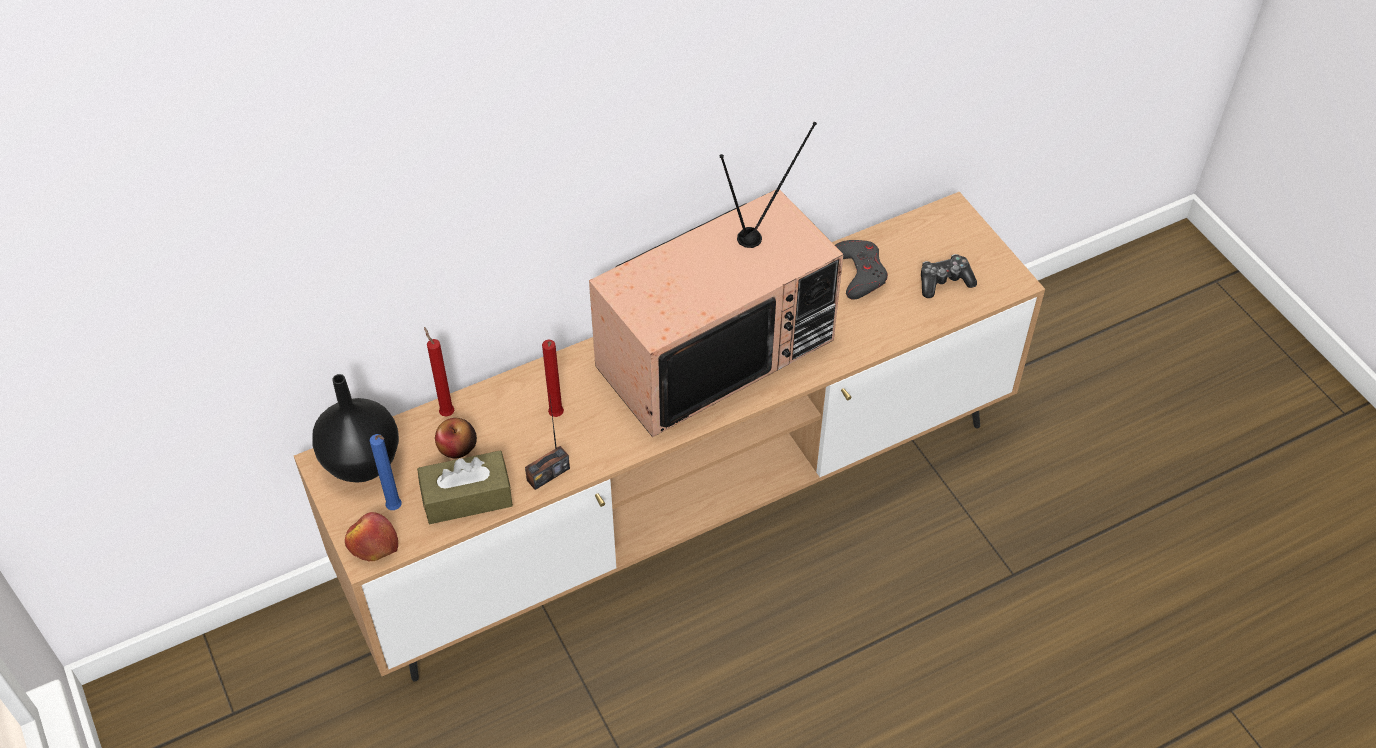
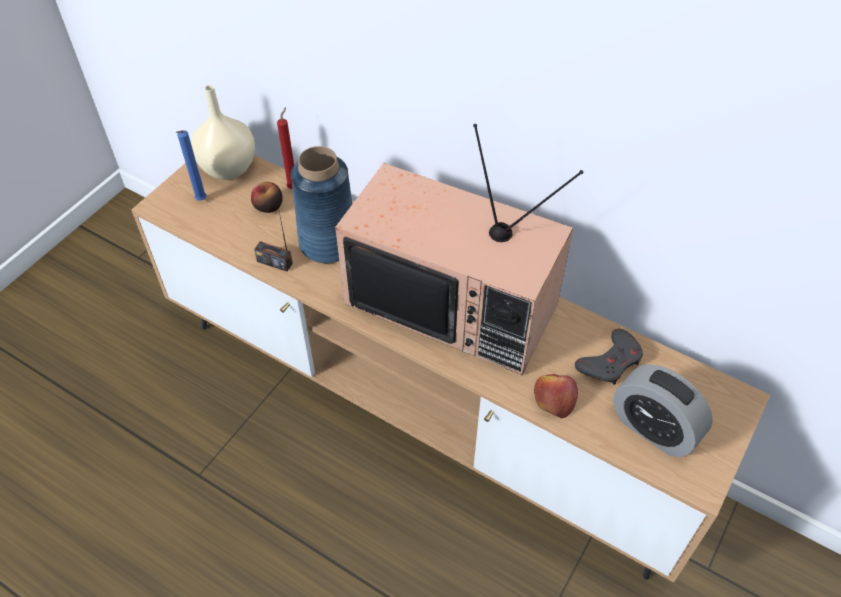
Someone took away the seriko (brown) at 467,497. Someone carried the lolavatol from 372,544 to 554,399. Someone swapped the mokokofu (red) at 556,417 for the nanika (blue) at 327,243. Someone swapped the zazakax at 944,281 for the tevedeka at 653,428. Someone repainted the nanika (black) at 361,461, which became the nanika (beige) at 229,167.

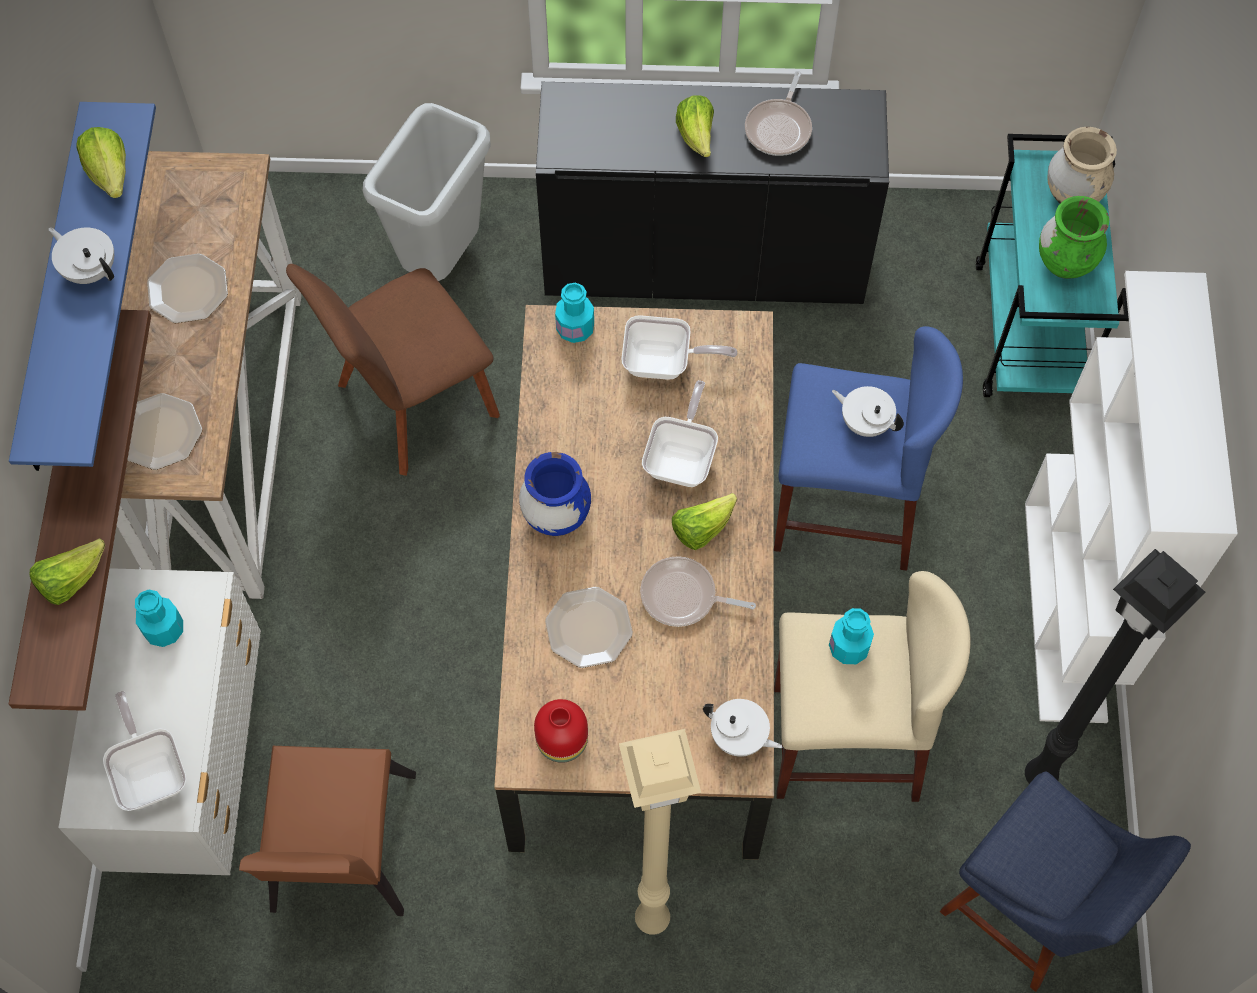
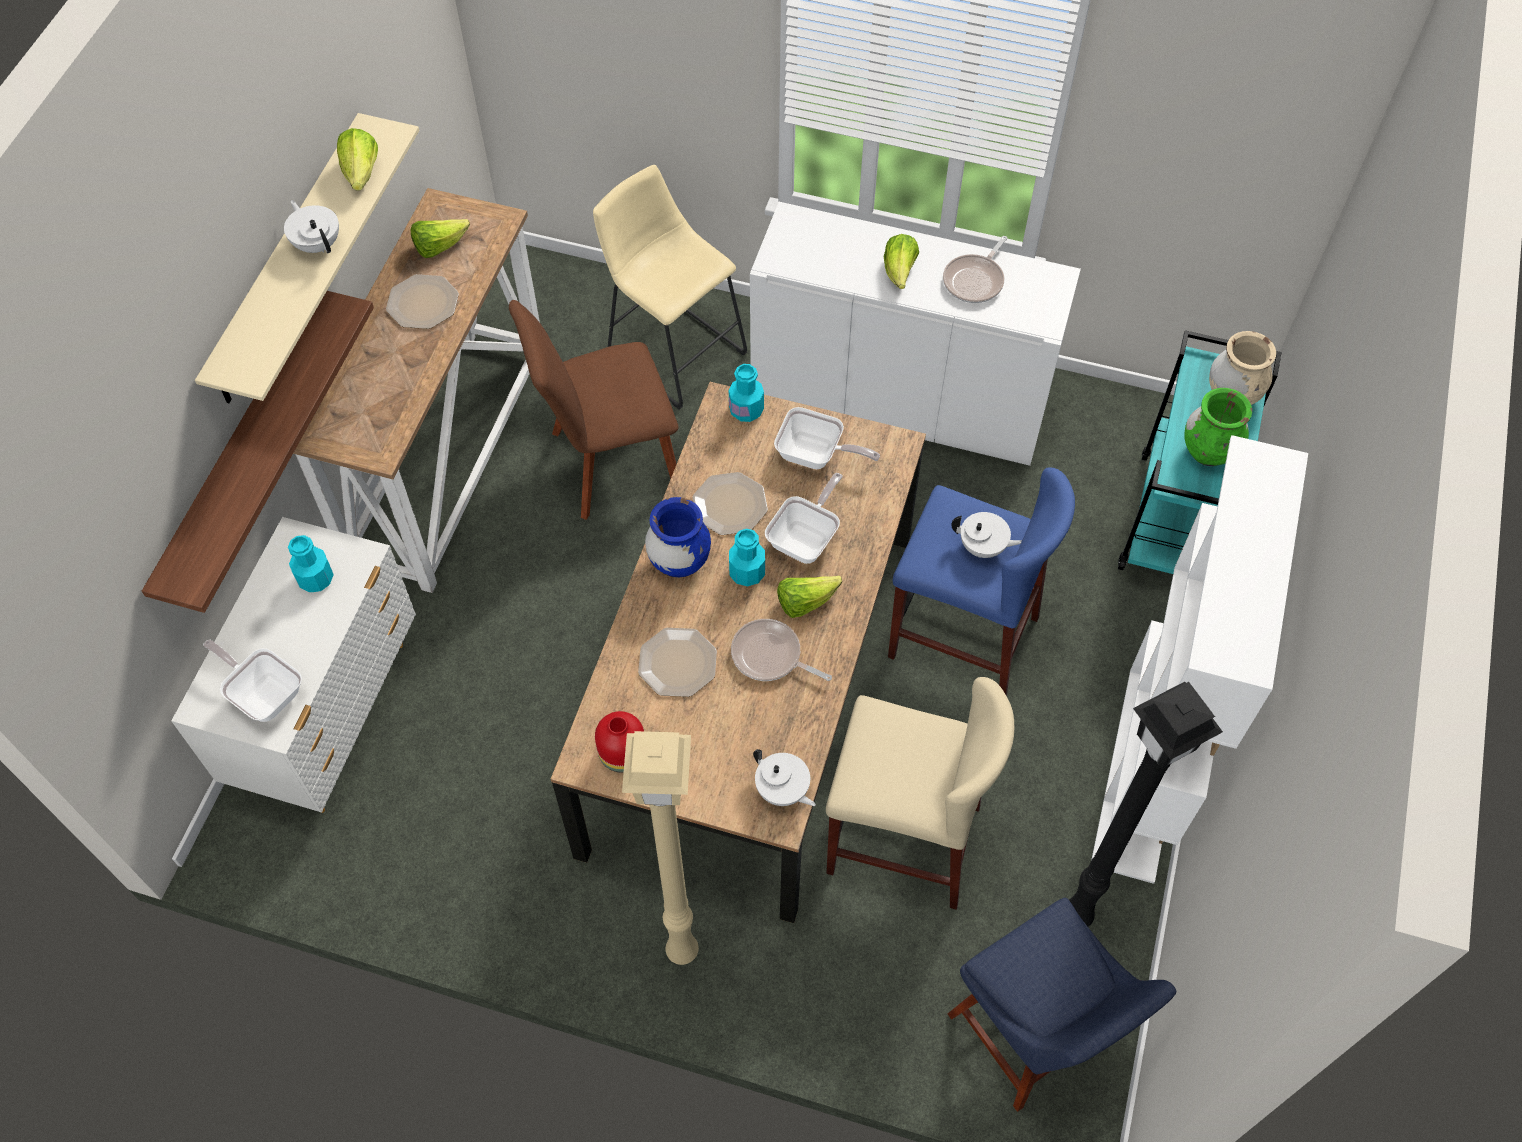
Someone took away the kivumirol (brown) at 339,854. Someone carried the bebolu from 71,580 to 439,246. Someone carried the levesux from 160,432 to 730,504. Someone carried the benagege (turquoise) from 848,647 to 747,572. Someone swapped the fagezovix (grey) at 441,258 for the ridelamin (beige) at 672,349. Someone repainted the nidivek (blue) at 56,293, which became the nidivek (beige) at 289,261. Someone repainted the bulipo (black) at 704,259, which became the bulipo (white) at 899,398. Someone rotated the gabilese at 151,771 by 45 degrees counterclockwise. Someone rotated the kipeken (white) at 865,422 by 150 degrees clockwise.

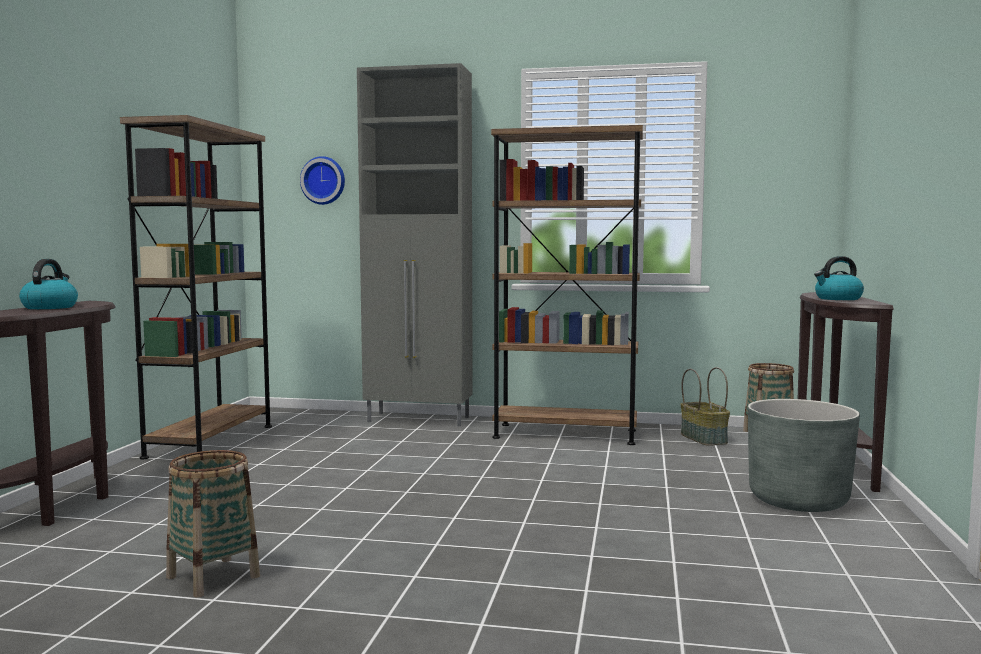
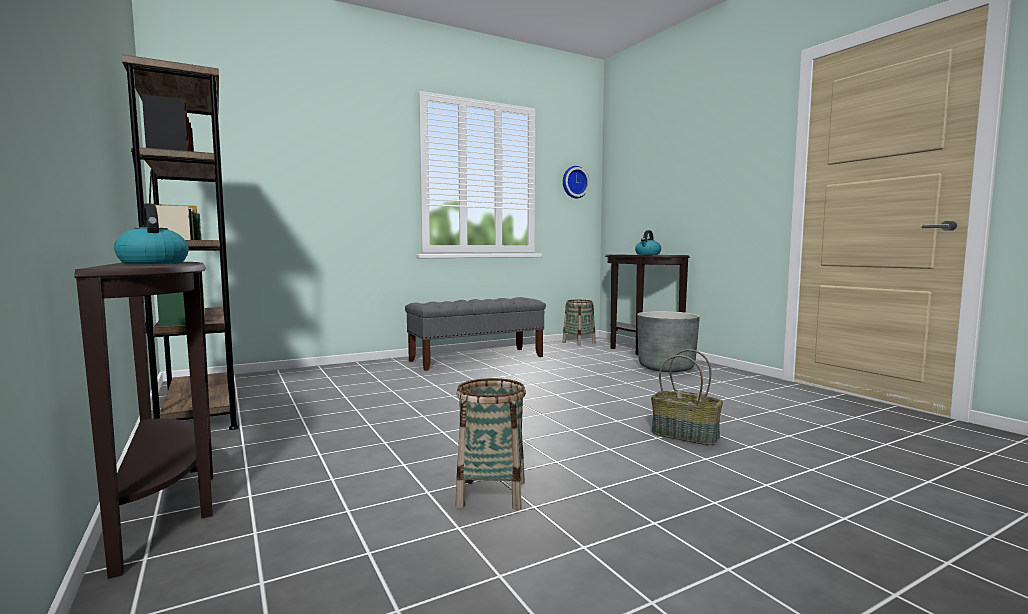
Someone took away the bulipo (grey) at 420,419. Someone carried the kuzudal from 324,180 to 574,182. Someone carried the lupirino from 704,438 to 686,435. Someone swapped the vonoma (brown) at 565,434 for the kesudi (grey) at 477,358.

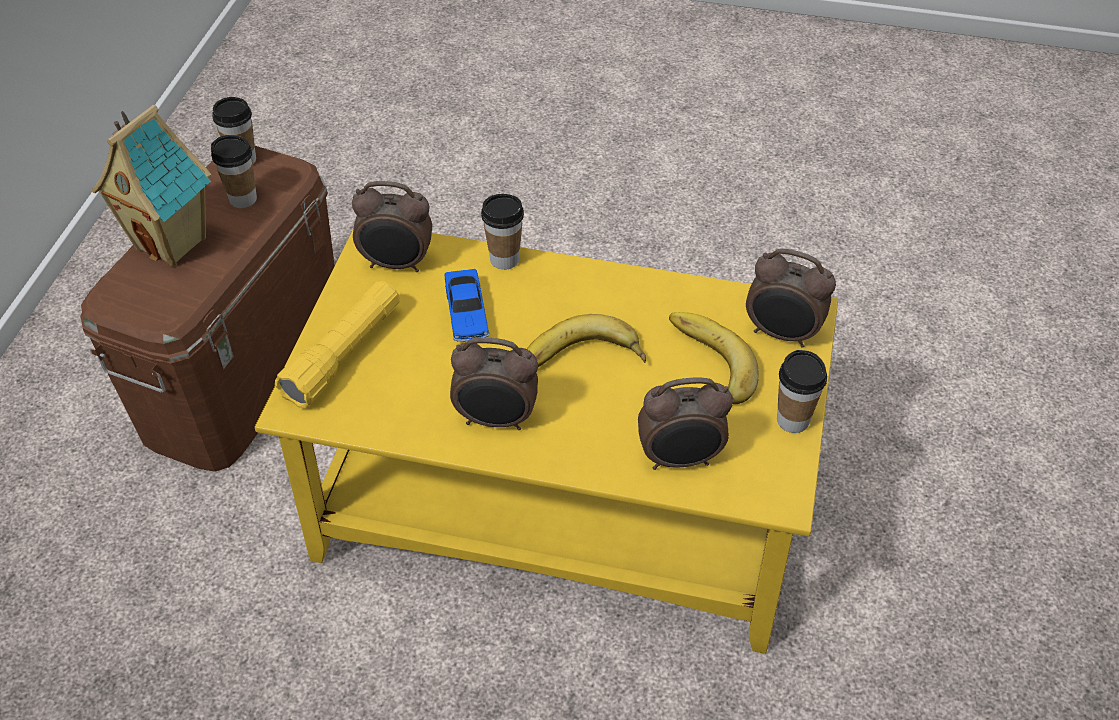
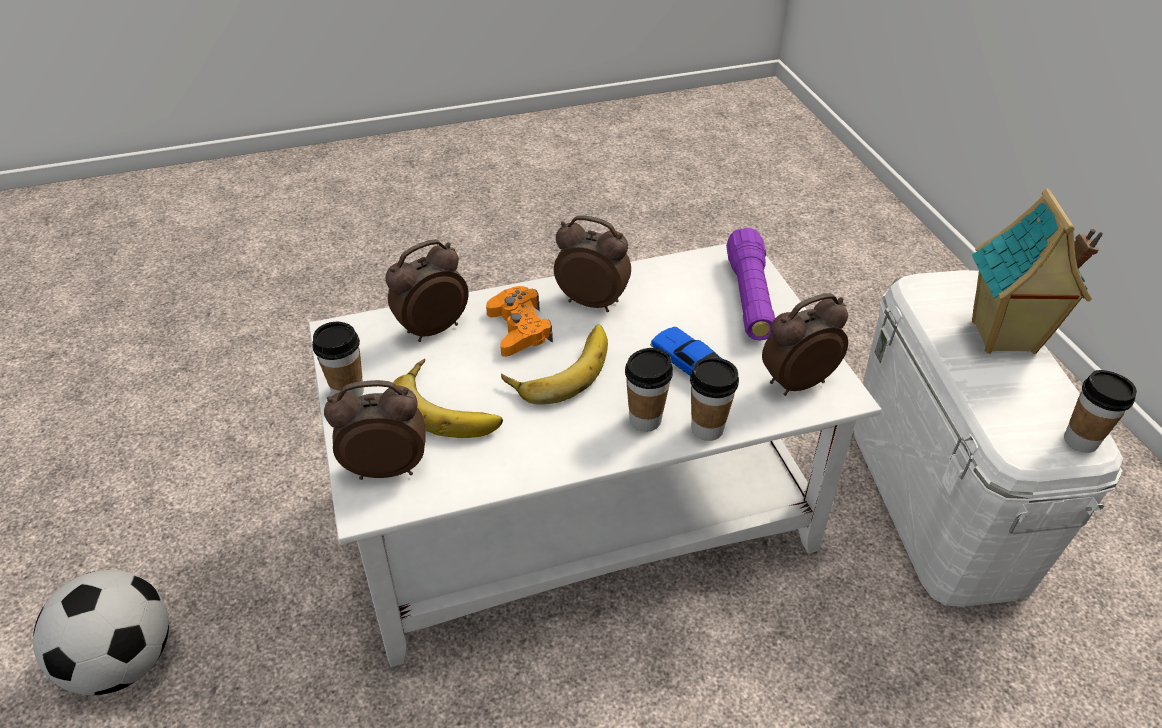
Someone put down the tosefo at 123,661. Someone put down the zazakax (orange) at 519,329. Someone carried the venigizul from 243,199 to 645,420. Someone repainted the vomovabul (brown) at 244,372, which became the vomovabul (white) at 937,499. Someone repainted the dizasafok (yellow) at 564,505, which became the dizasafok (white) at 577,516. Someone repainted the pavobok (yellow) at 344,355, which became the pavobok (purple) at 749,298. Someone rotated the tevedeka at 496,420 by 45 degrees clockwise.

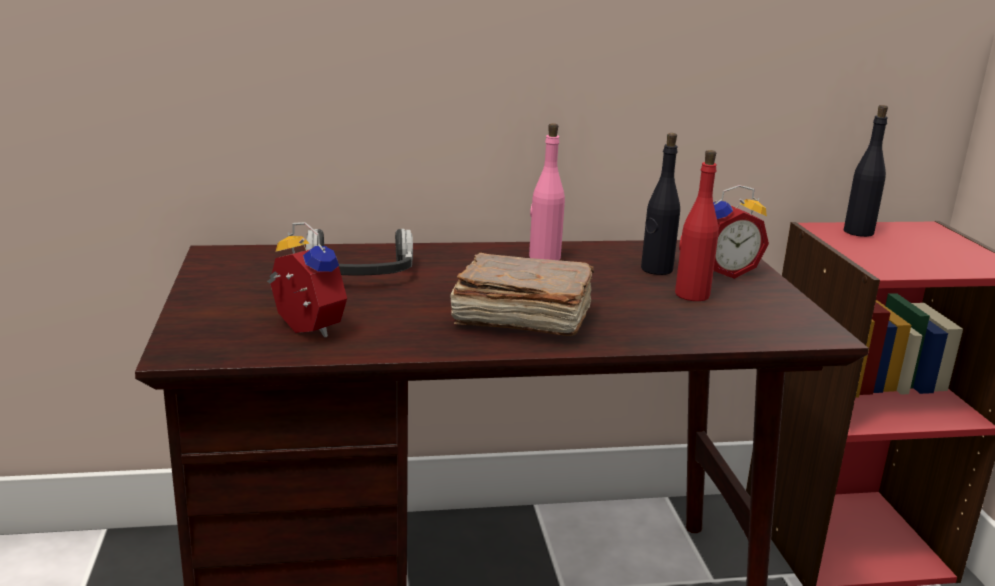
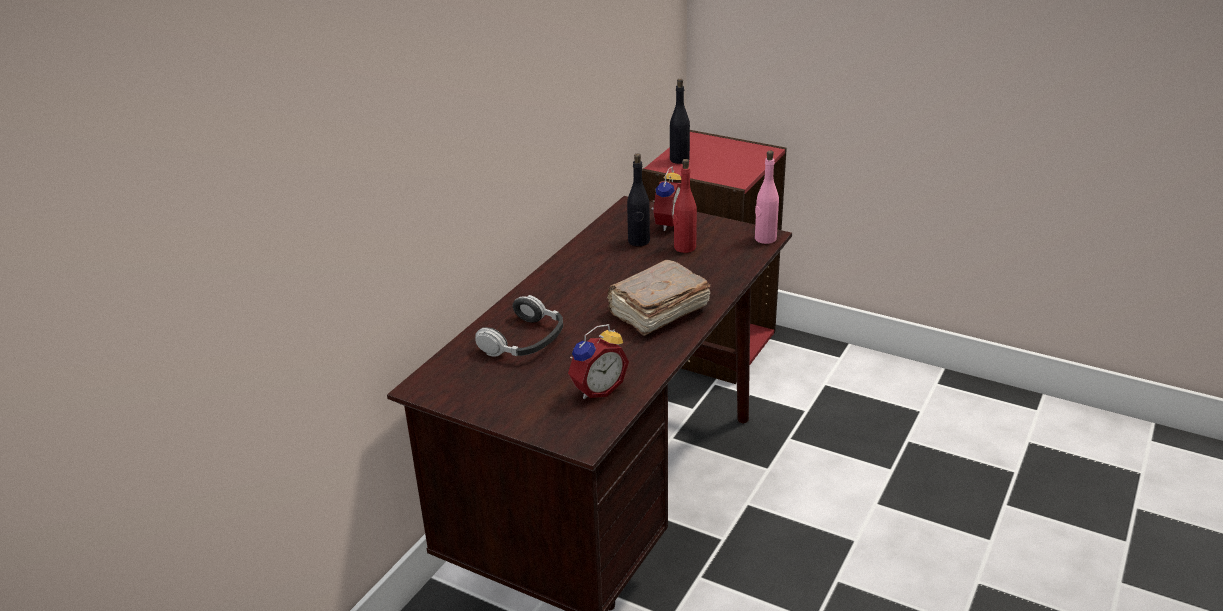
Someone carried the benagege (pink) from 544,258 to 765,239. Someone rotated the tevedeka at 304,330 by 150 degrees clockwise.

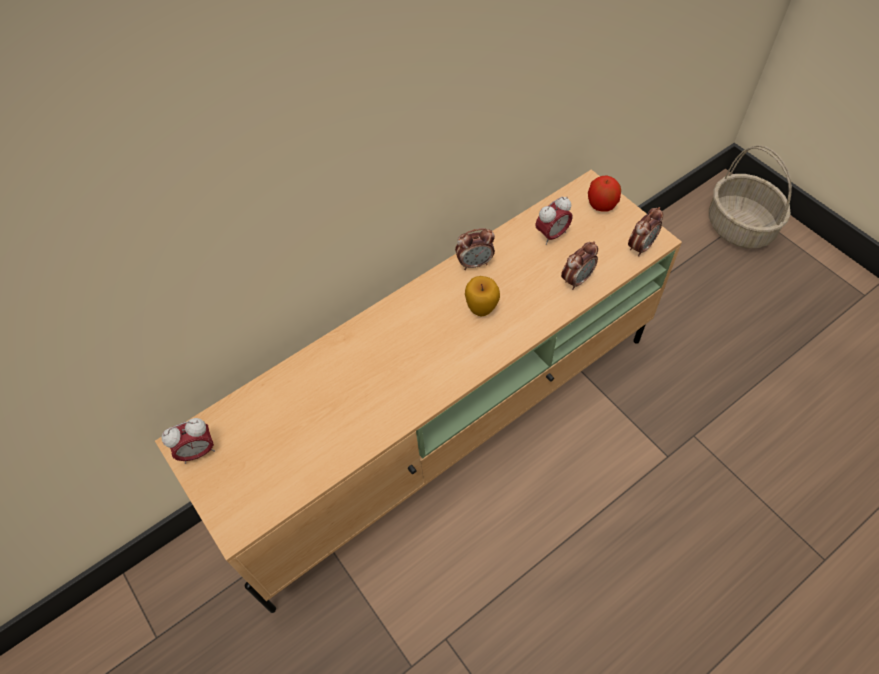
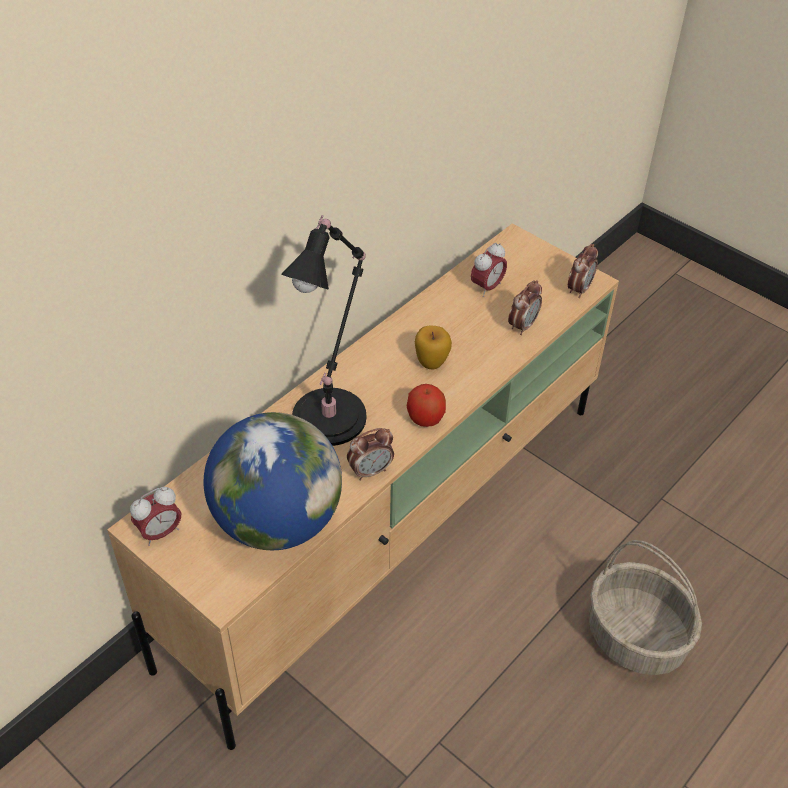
Someone put down the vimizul at 277,521. Someone put down the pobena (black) at 332,413. Someone carried the tevedeka from 475,263 to 370,471. Someone carried the lolavatol from 601,205 to 425,418. Someone carried the lupirino from 740,227 to 637,637.

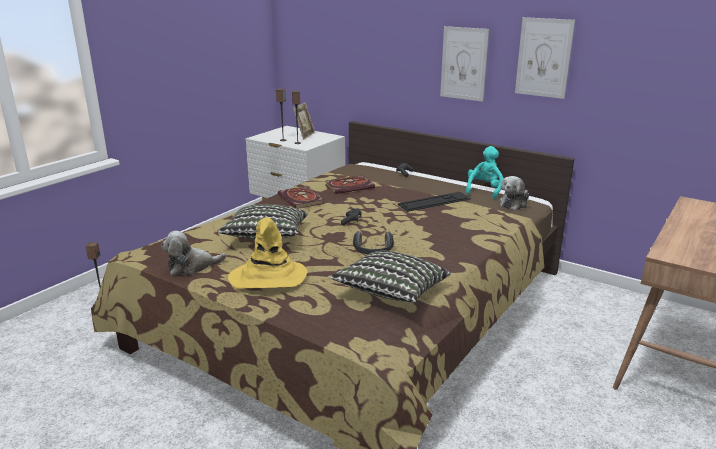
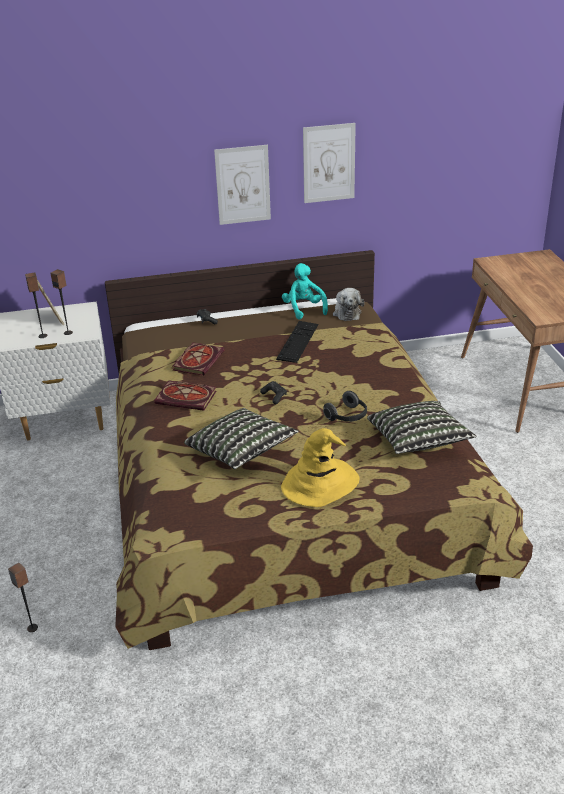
Someone took away the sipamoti at 191,267.

